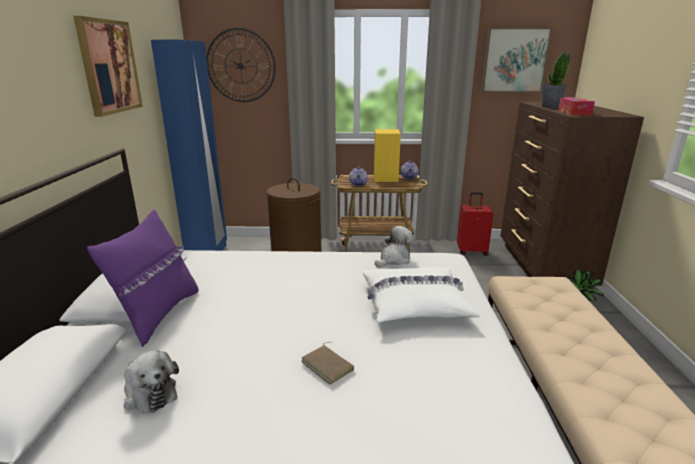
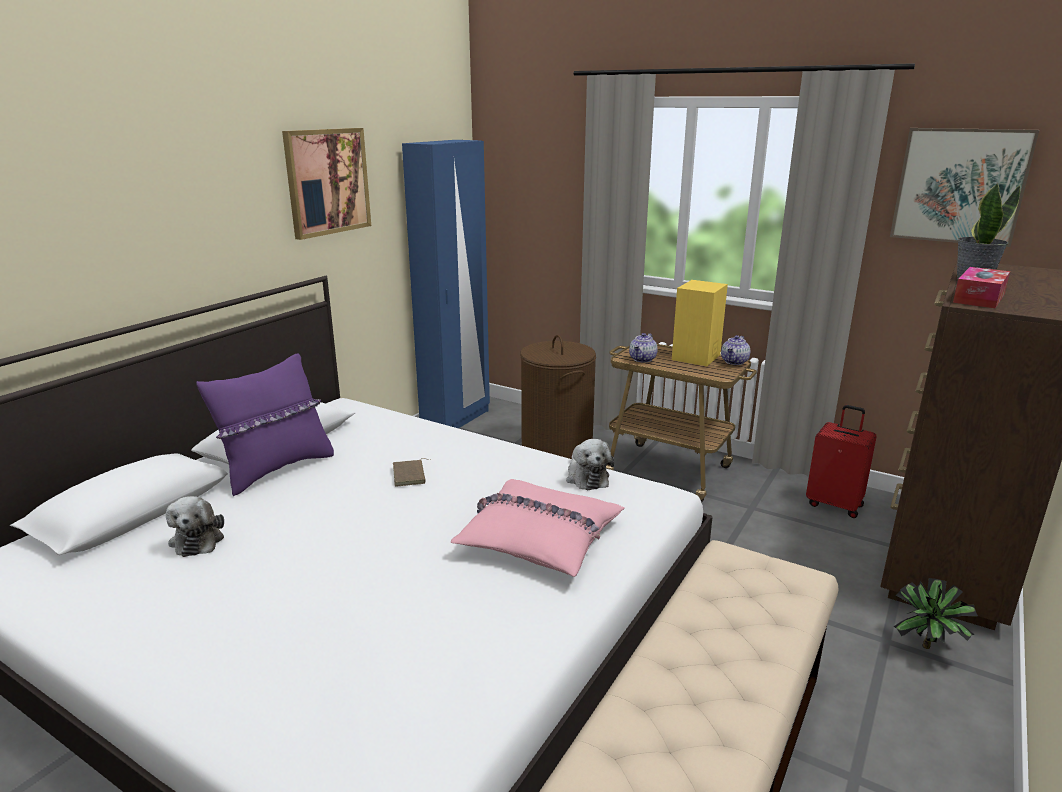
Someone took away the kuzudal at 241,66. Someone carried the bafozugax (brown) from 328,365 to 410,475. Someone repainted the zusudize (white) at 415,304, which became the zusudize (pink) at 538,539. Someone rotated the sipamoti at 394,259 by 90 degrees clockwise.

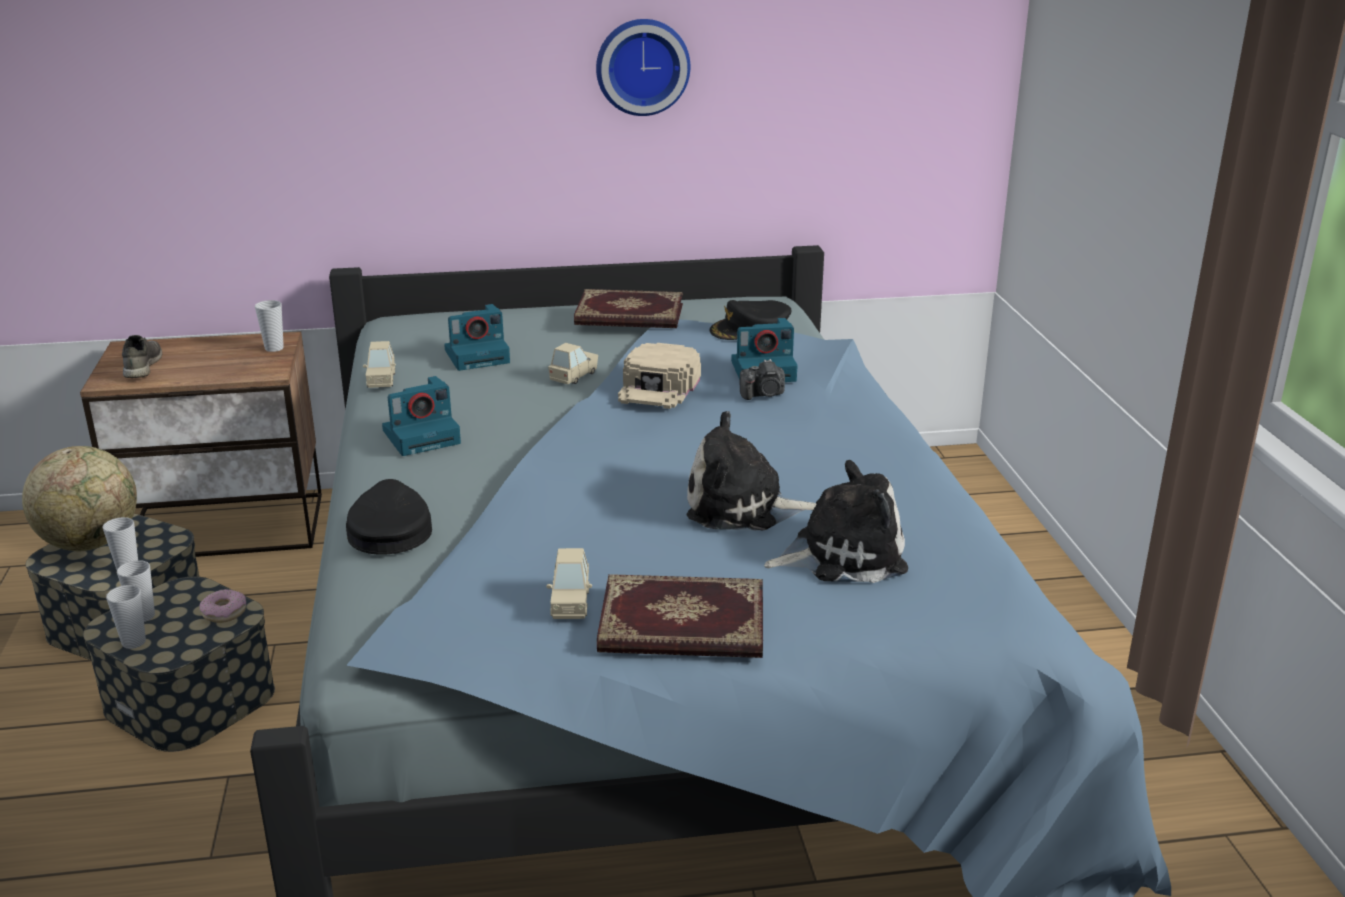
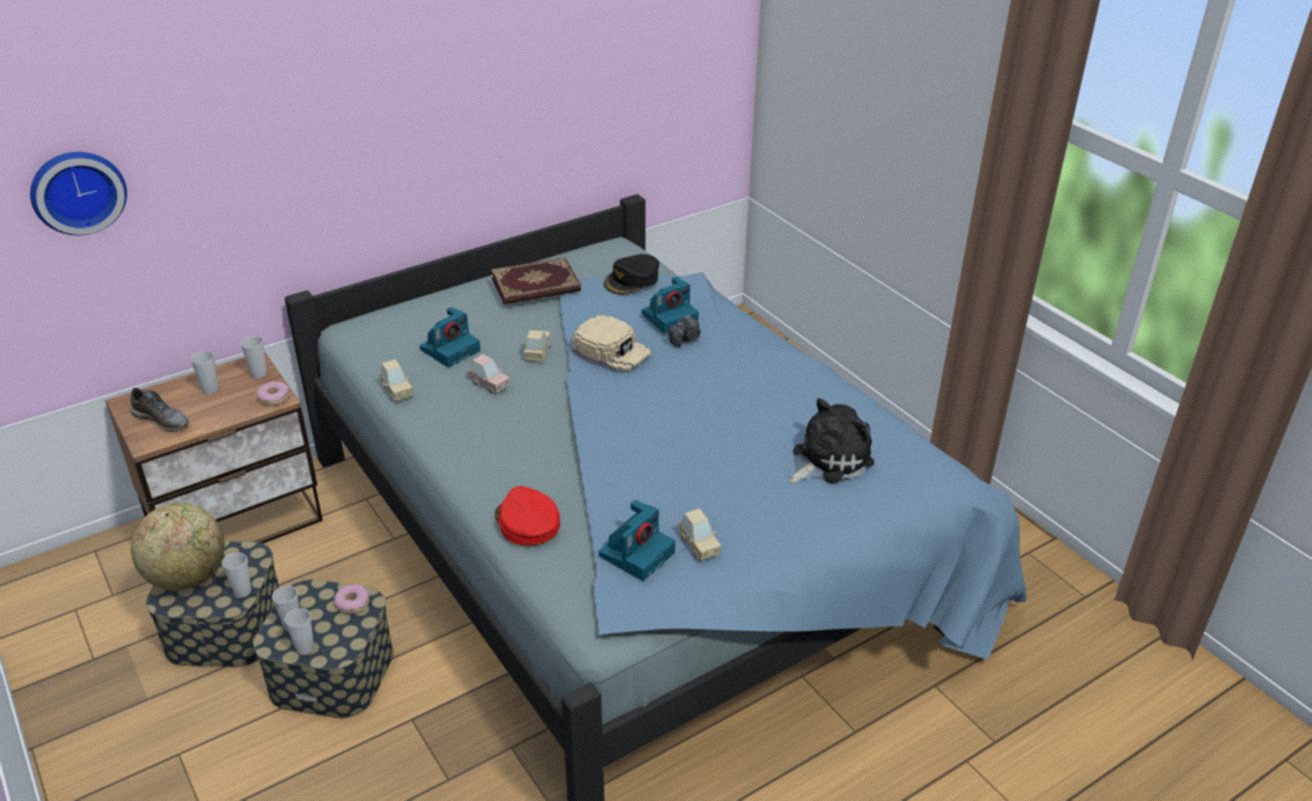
Someone took away the bafozugax at 682,626. Someone took away the sipamoti at 742,507. Someone put down the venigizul at 210,389. Someone put down the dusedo at 274,398. Someone put down the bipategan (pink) at 489,384. Someone carried the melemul from 423,436 to 637,552. Someone carried the kuzudal from 642,66 to 77,190. Someone repainted the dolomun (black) at 389,530, which became the dolomun (red) at 527,522. Someone rotated the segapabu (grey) at 141,366 by 150 degrees clockwise. Someone rotated the dolomun (beige) at 659,387 by 45 degrees counterclockwise.

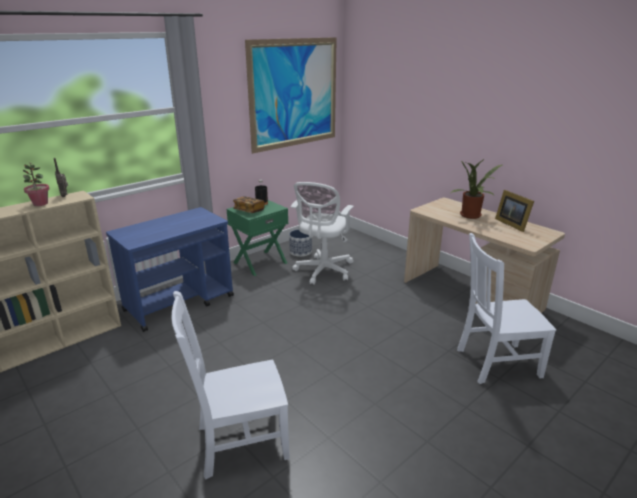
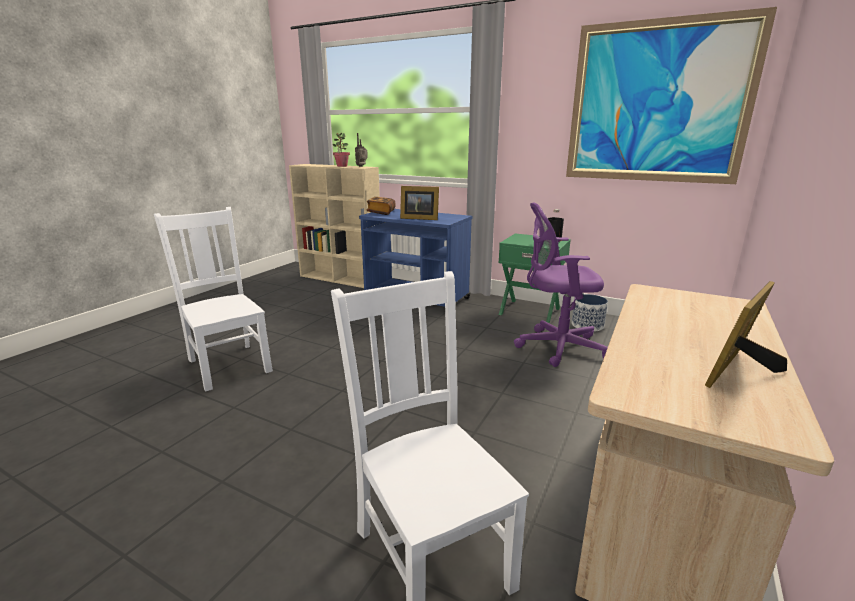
Someone took away the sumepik at 471,216. Someone put down the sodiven at 418,218. Someone carried the bafozugax from 249,211 to 381,212. Someone repainted the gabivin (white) at 323,271, which became the gabivin (purple) at 556,347.

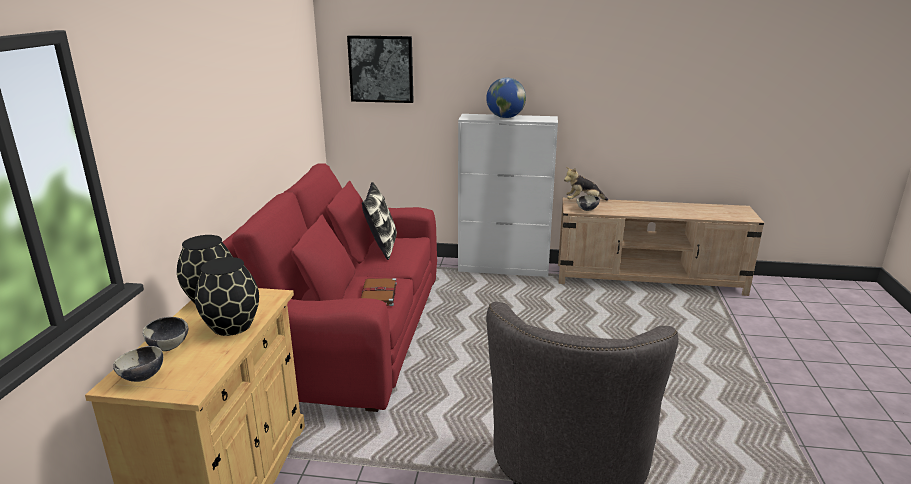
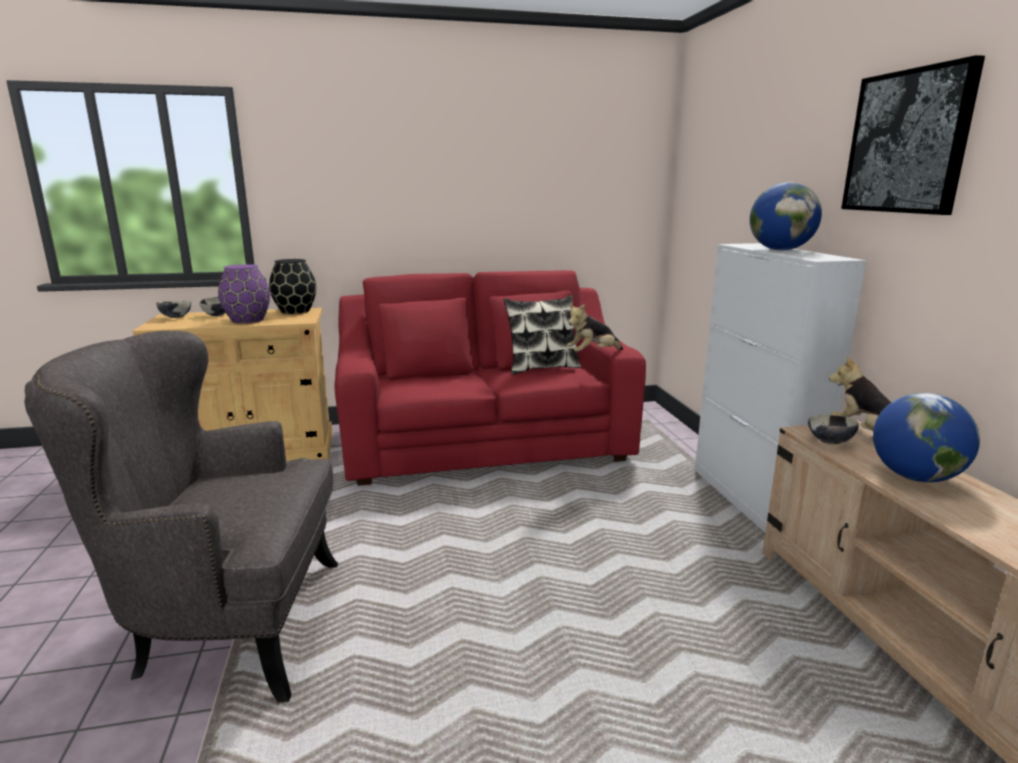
Someone took away the bafozugax (brown) at 378,294. Someone put down the sipamoti at 592,354. Someone put down the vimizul at 915,477. Someone carried the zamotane from 381,69 to 908,142. Someone repainted the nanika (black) at 231,326, which became the nanika (purple) at 248,320.

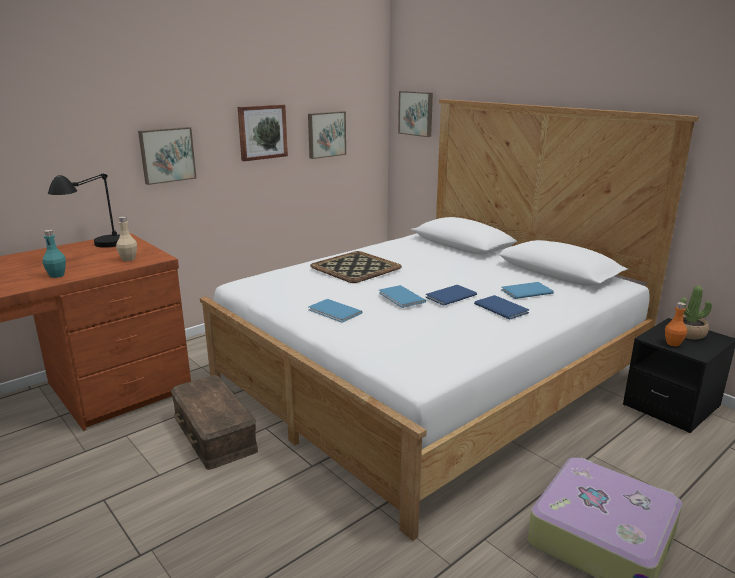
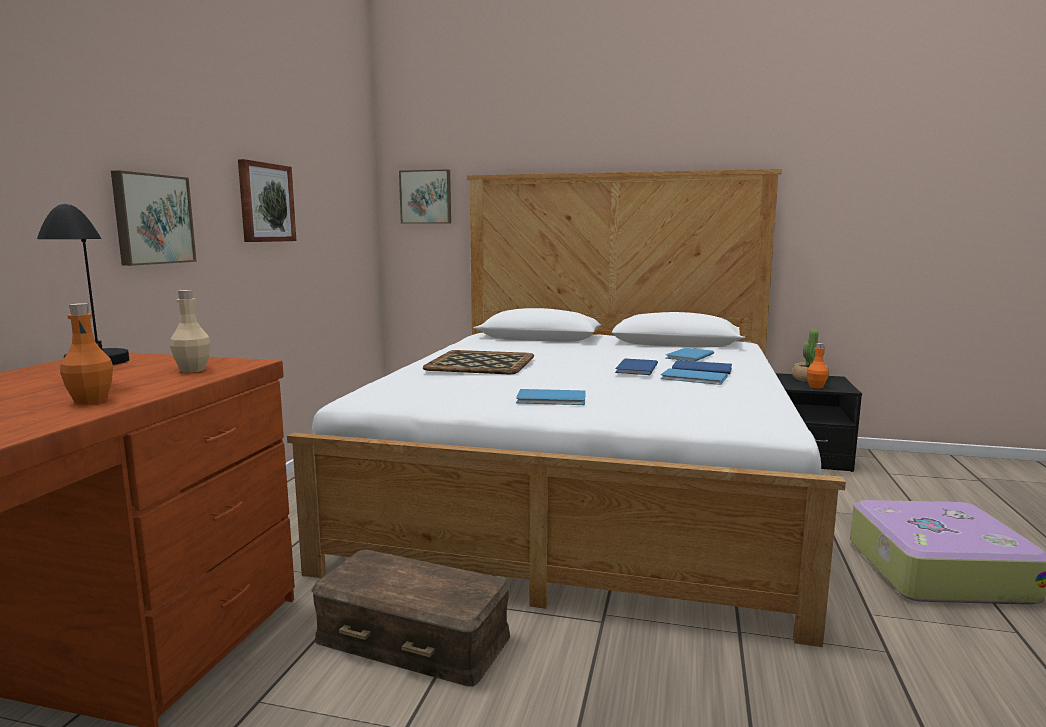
Someone took away the zamotane at 326,134. Someone carried the bafozugax (blue) from 401,298 to 695,378. Someone repainted the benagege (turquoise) at 57,275, which became the benagege (orange) at 91,401.

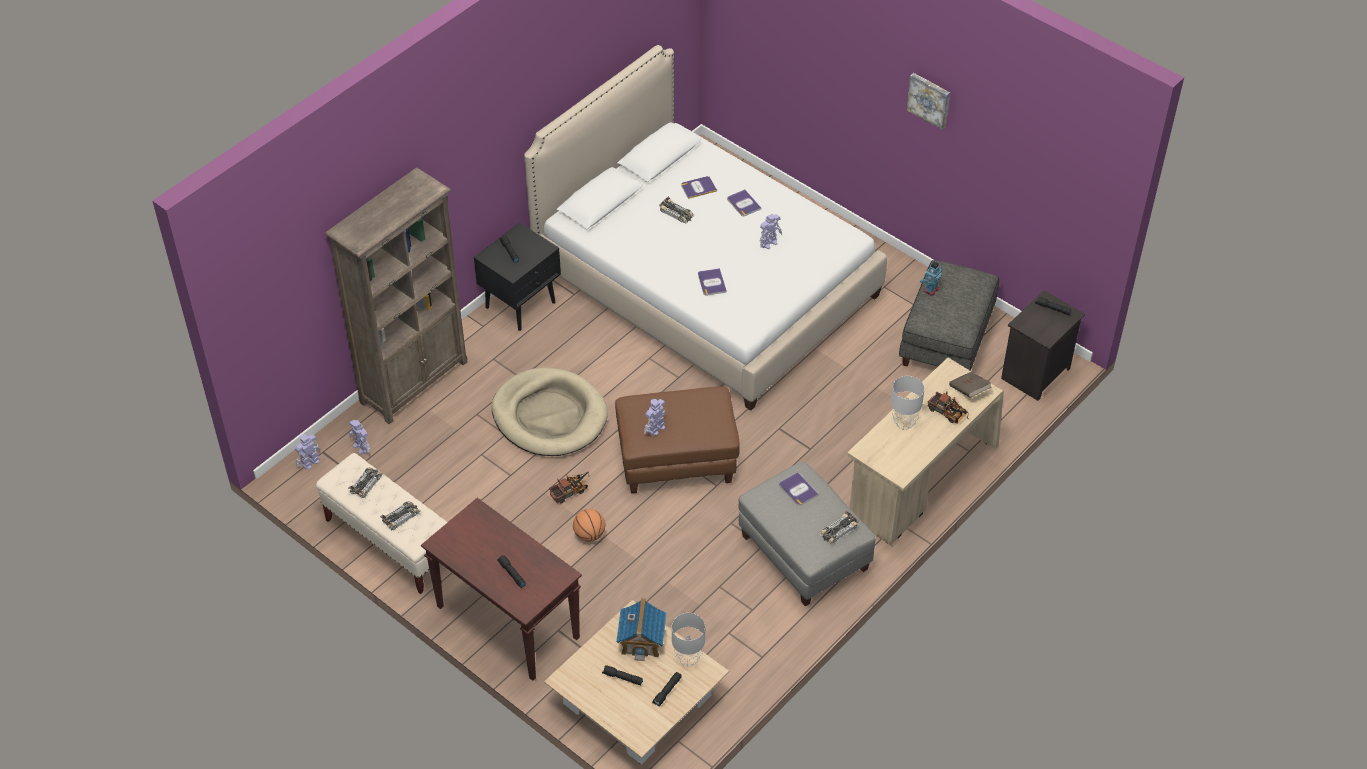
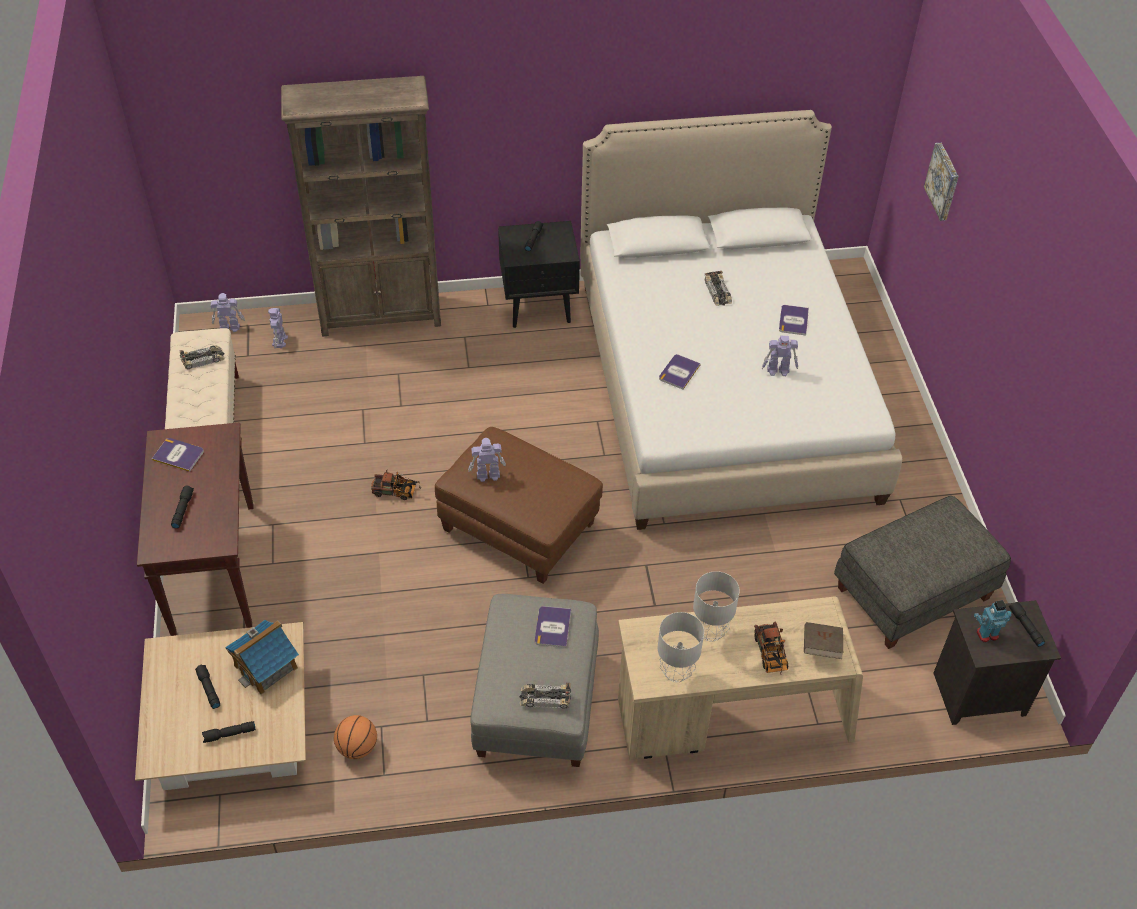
Someone took away the bipategan at 401,517. Someone took away the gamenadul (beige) at 549,416. Someone carried the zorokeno from 589,535 to 357,747. Someone carried the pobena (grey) from 688,659 to 676,672. Someone carried the bafozugax from 698,187 to 178,455. Someone carried the zamotane from 929,99 to 944,181. Someone carried the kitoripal from 930,289 to 987,634.

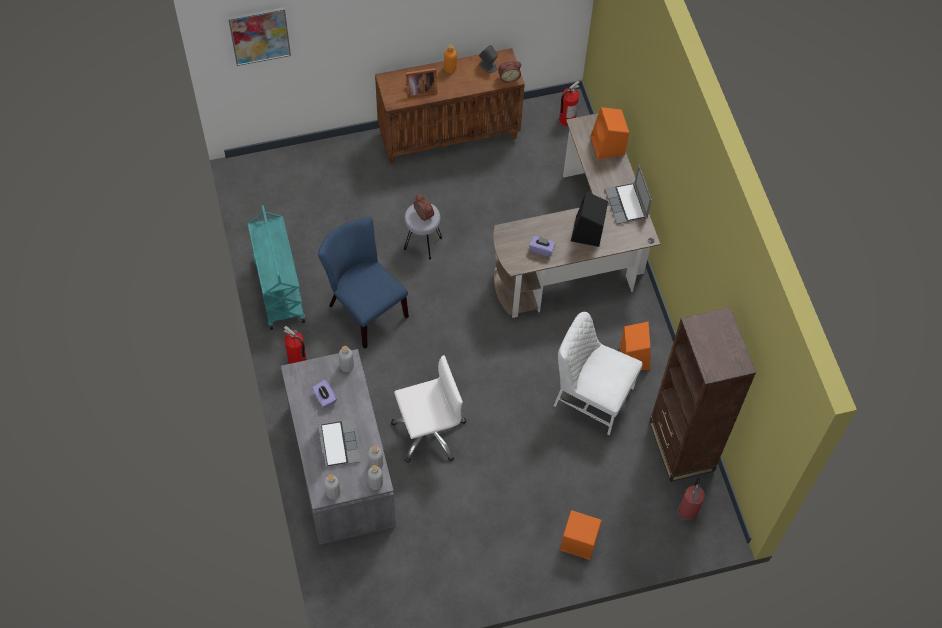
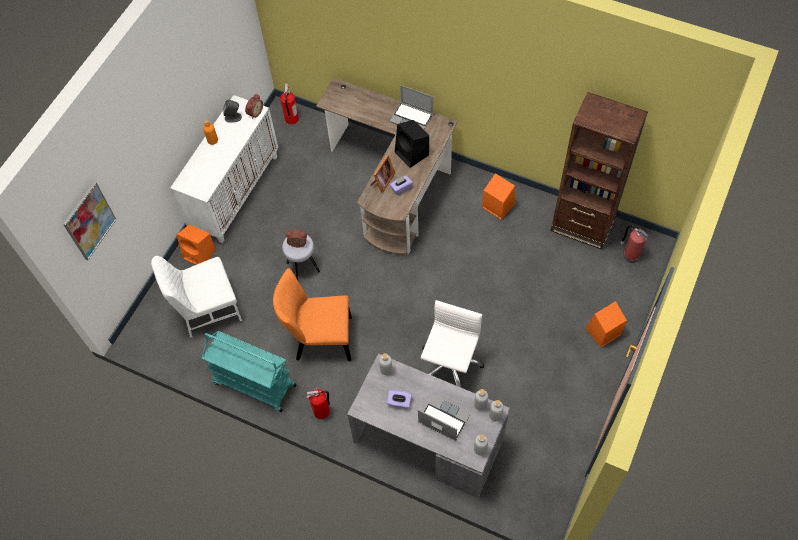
Someone carried the sodiven from 419,90 to 382,181. Someone carried the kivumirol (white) from 591,397 to 208,310. Someone carried the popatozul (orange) from 608,146 to 200,254. Someone repainted the kivumirol (blue) at 364,308, which became the kivumirol (orange) at 319,339. Someone repainted the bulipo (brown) at 449,134, which became the bulipo (white) at 235,192.

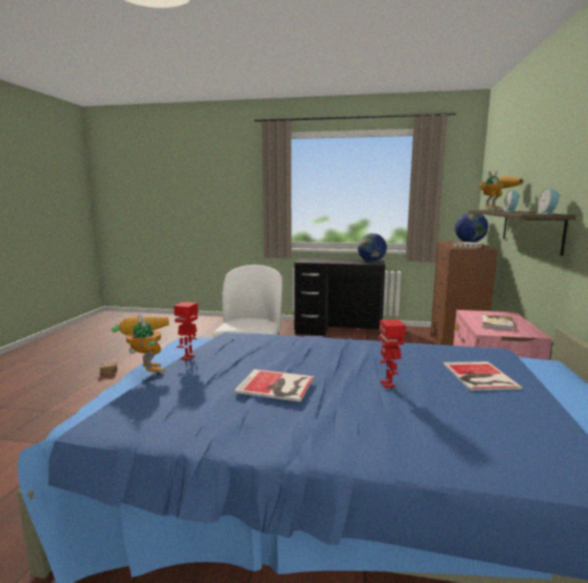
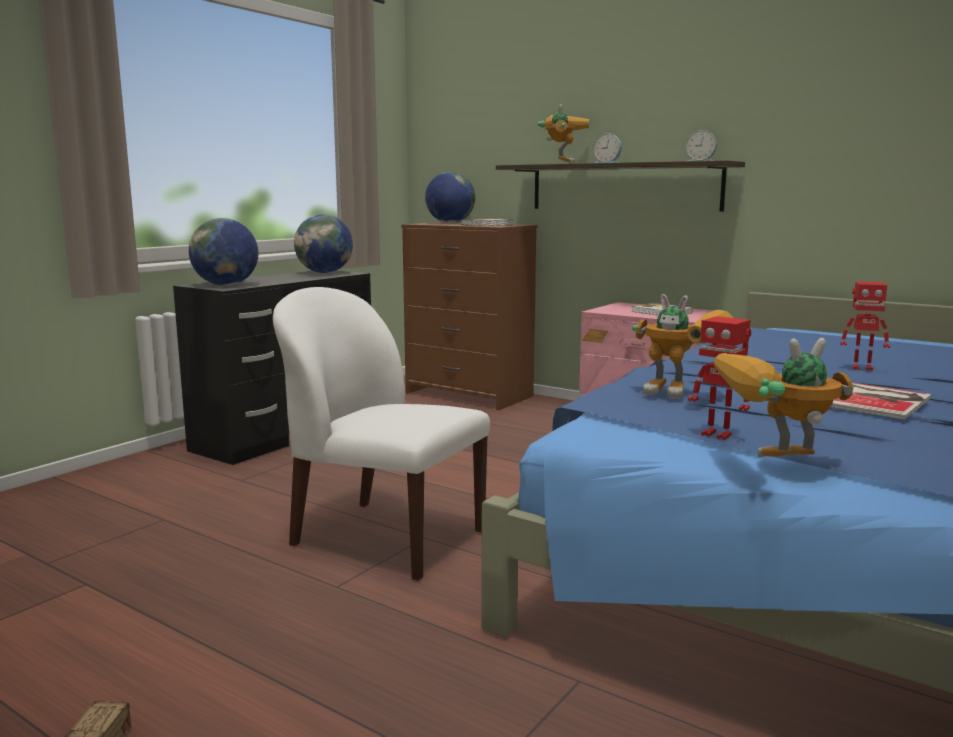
Someone took away the bafozugax at 479,376. Someone put down the vimizul at 226,285. Someone put down the kitoripal at 684,394.

